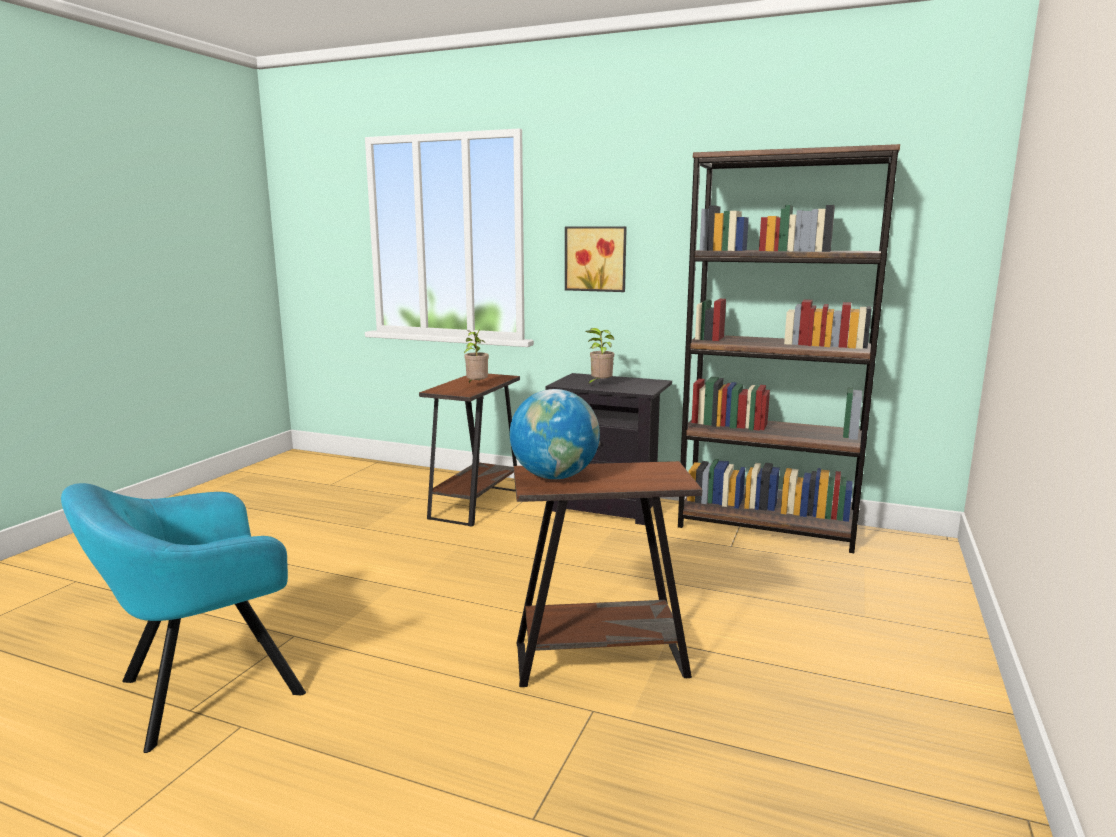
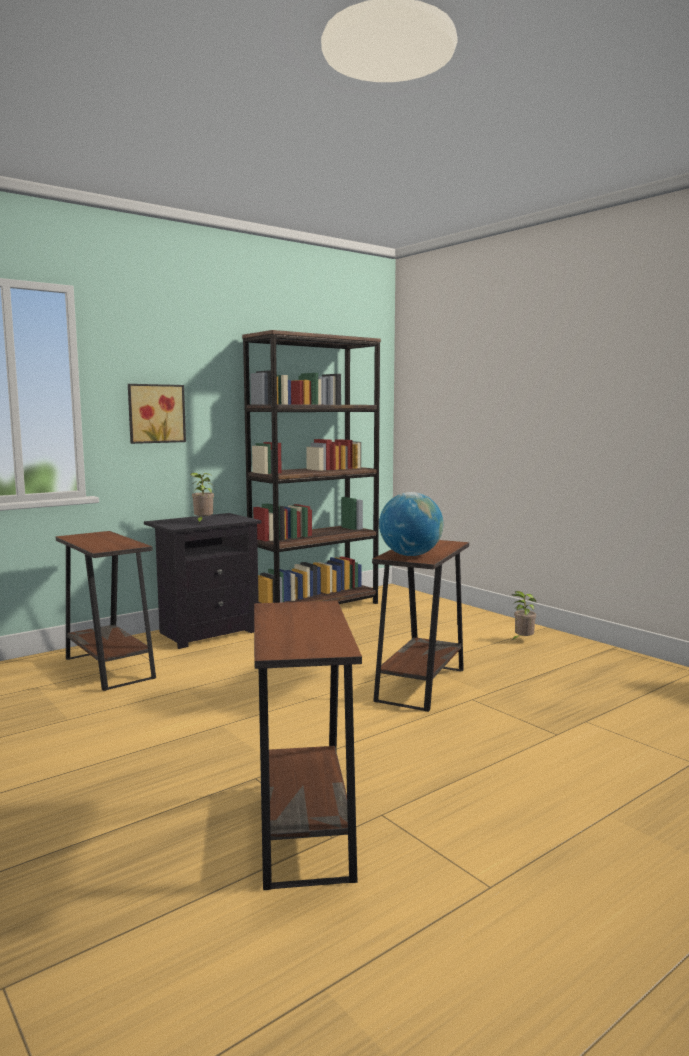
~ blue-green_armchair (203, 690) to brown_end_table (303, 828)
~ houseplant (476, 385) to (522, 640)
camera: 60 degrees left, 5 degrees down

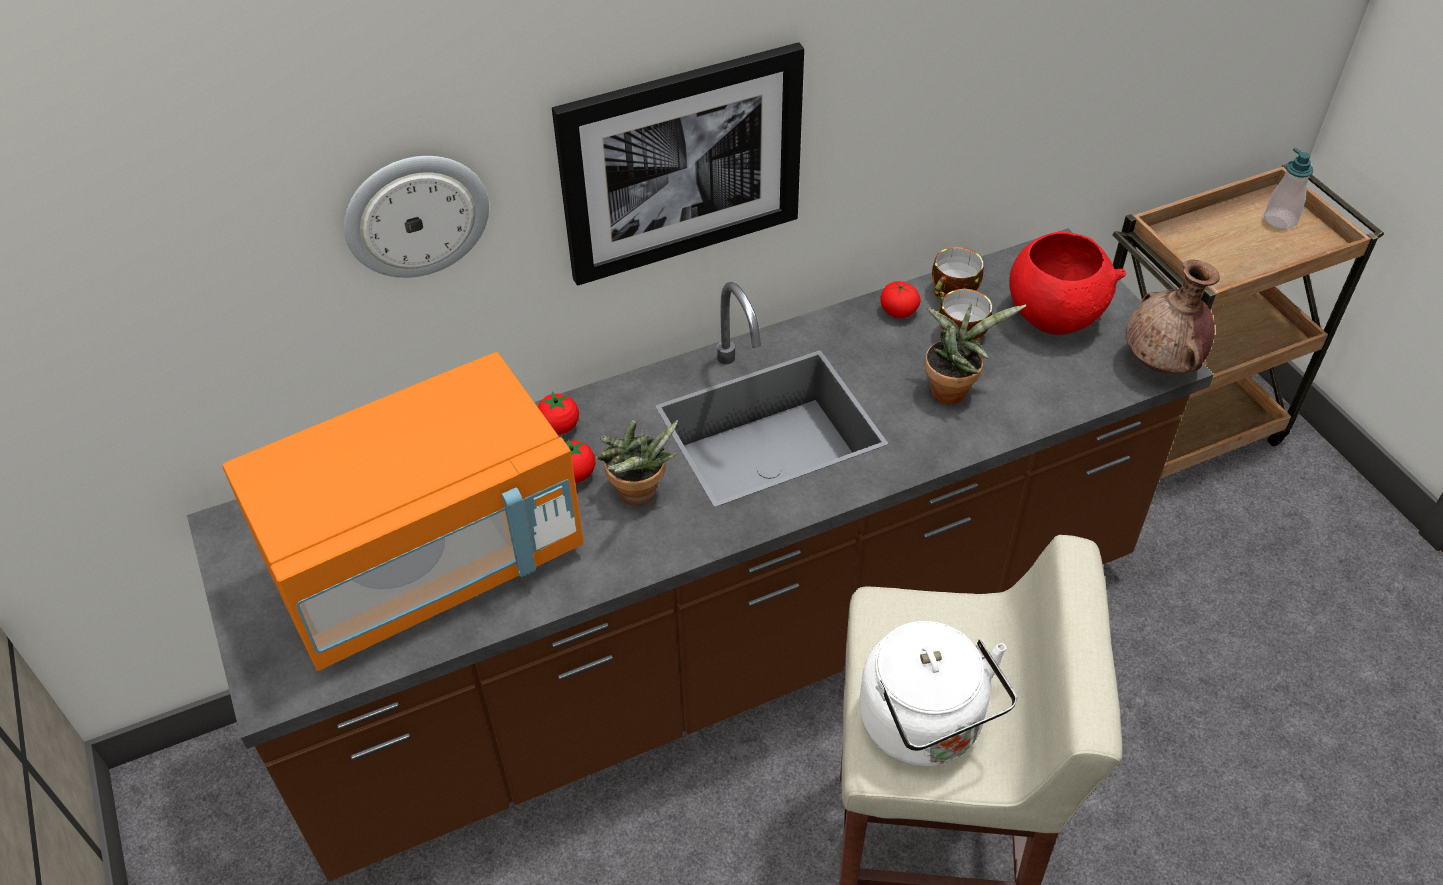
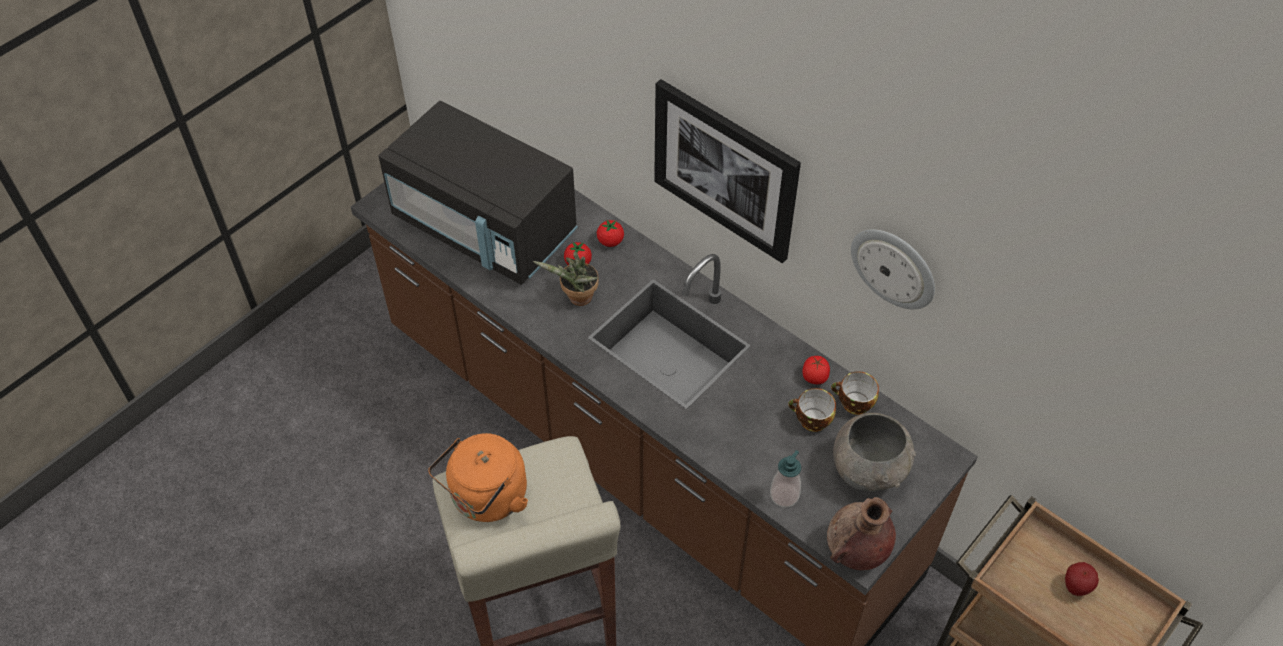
~ orange-coloured_microwave (428, 562) to black-coloured_microwave (485, 227)
~ white-coloured_tea_kettle (925, 728) to orange-coloured_tea_kettle (486, 499)
~ liquid_soap_bottle (1280, 220) to (784, 495)
~ red_bowl (1054, 316) to grey_bowl (868, 471)
~ clock_on_the_wall (416, 215) to (894, 267)
+ apple (1076, 587)
- houseplant (952, 389)
camera: 65 degrees right, 5 degrees up

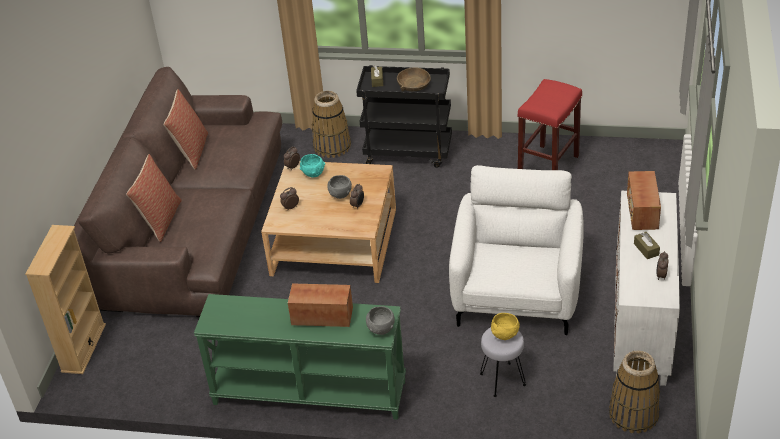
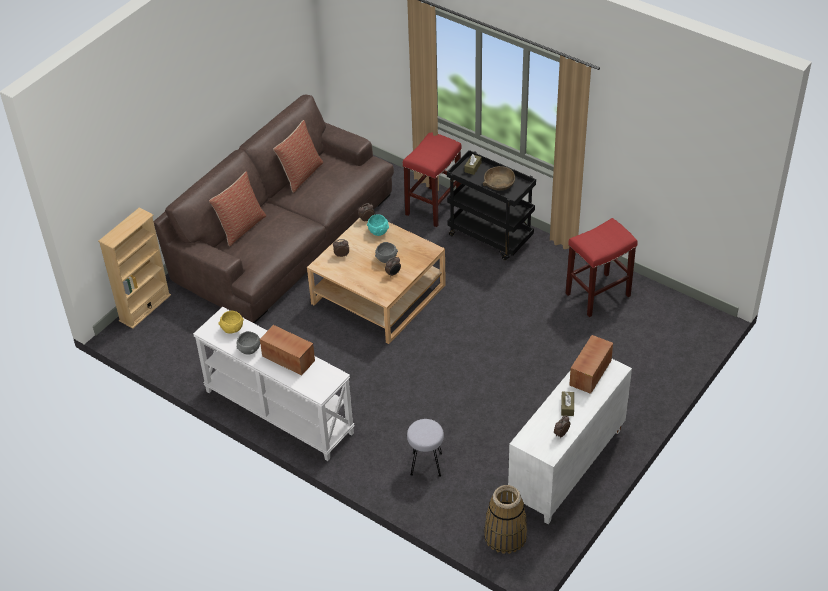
~ green_hall_table (308, 393) to white-coloured_hall_table (278, 412)
~ yellowish_bowl (505, 335) to (232, 329)
~ grey_bowl (381, 329) to (249, 350)
~ storage_basket (332, 146) to red_stool_seat (433, 207)
- white-coloured_armchair (517, 294)
camera: 25 degrees right, 5 degrees up

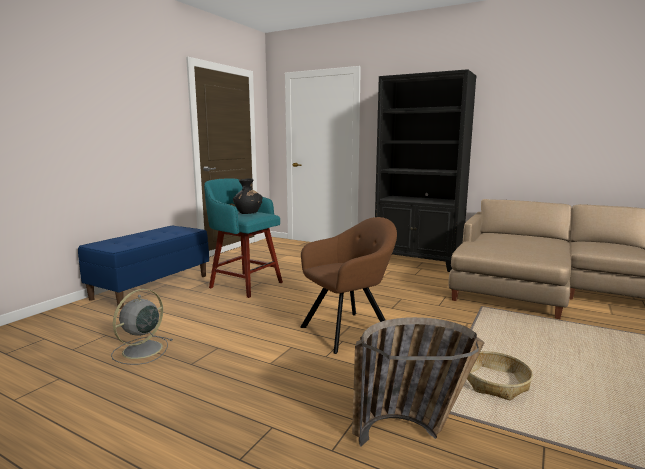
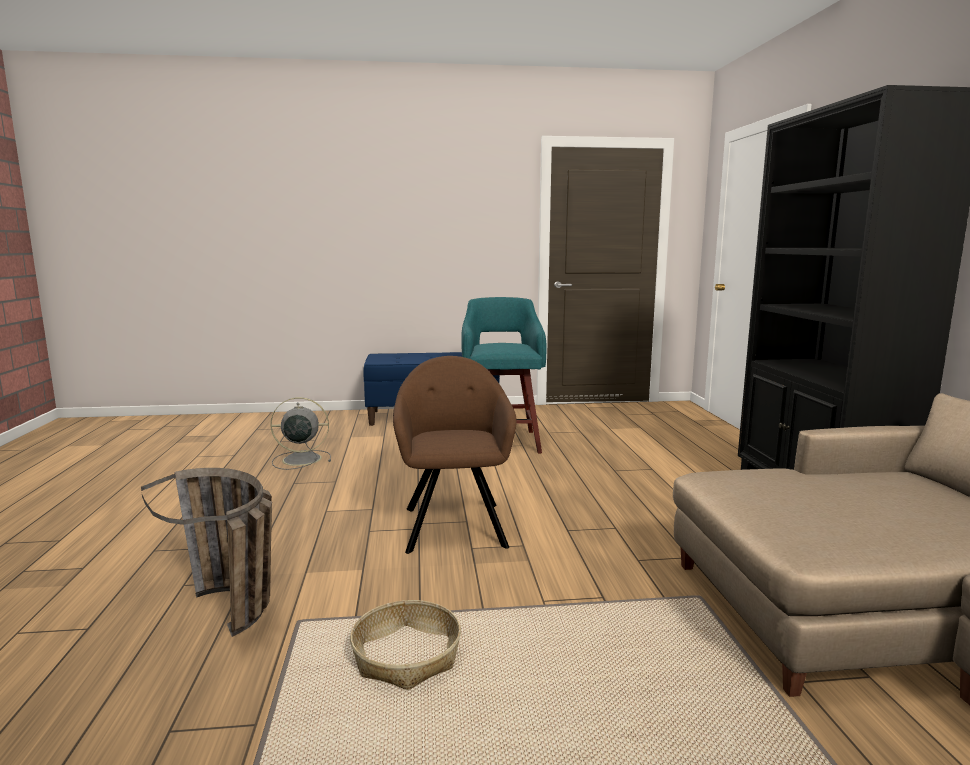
~ brown_armchair (349, 330) = (454, 524) 120 degrees counterclockwise
- black-coloured_flower_vase (248, 213)
camera: 55 degrees right, 0 degrees up

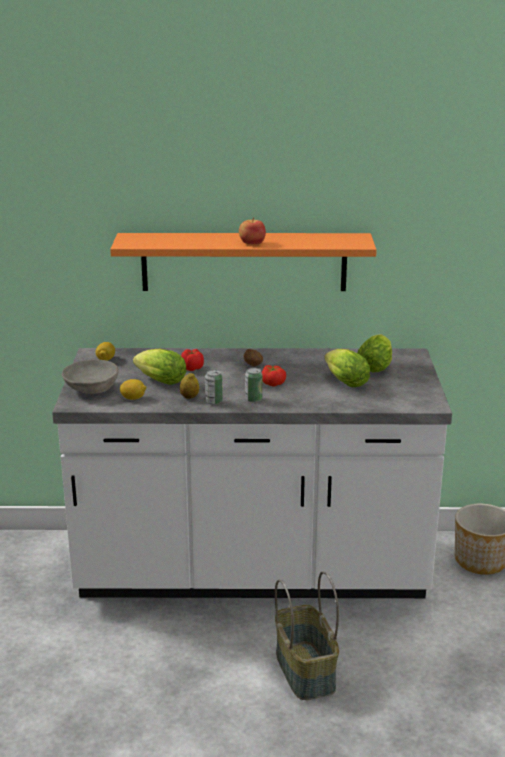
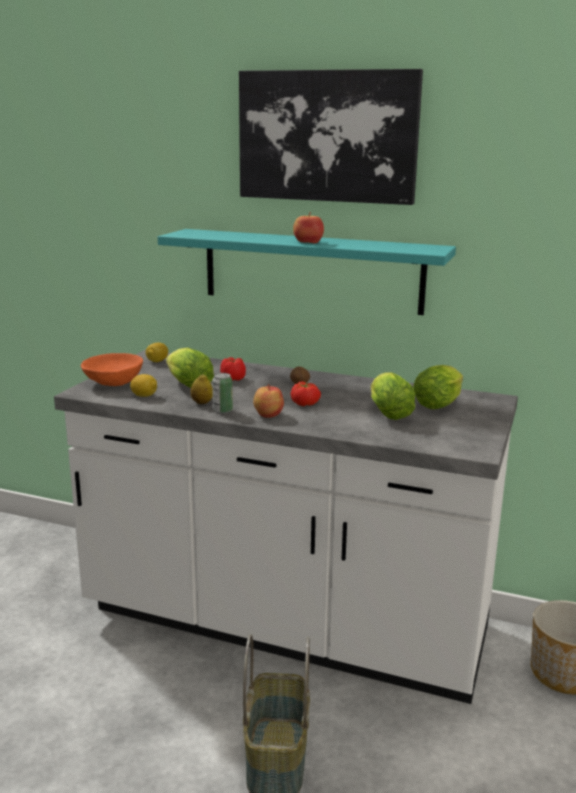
~ grey_bowl (92, 389) to orange-coloured_bowl (114, 383)
~ orange-coloured_shelf (244, 262) to blue-green_shelf (311, 271)
+ picture (327, 136)
~ sealed_can (253, 399) to apple (268, 415)
camera: 20 degrees right, 5 degrees down

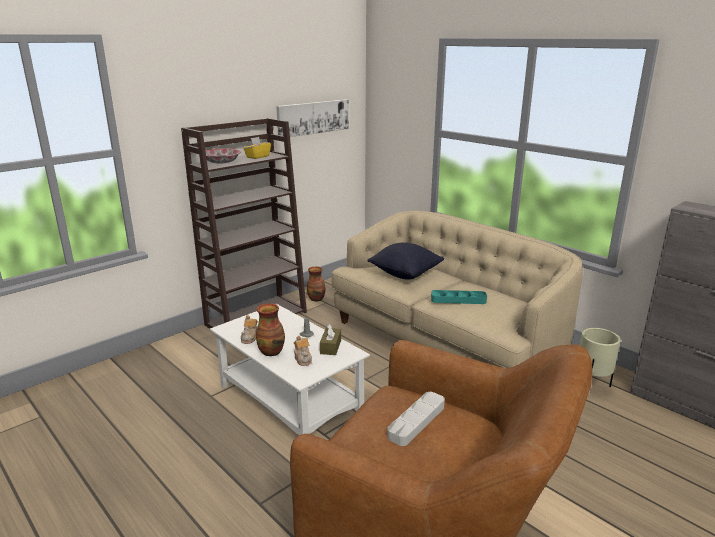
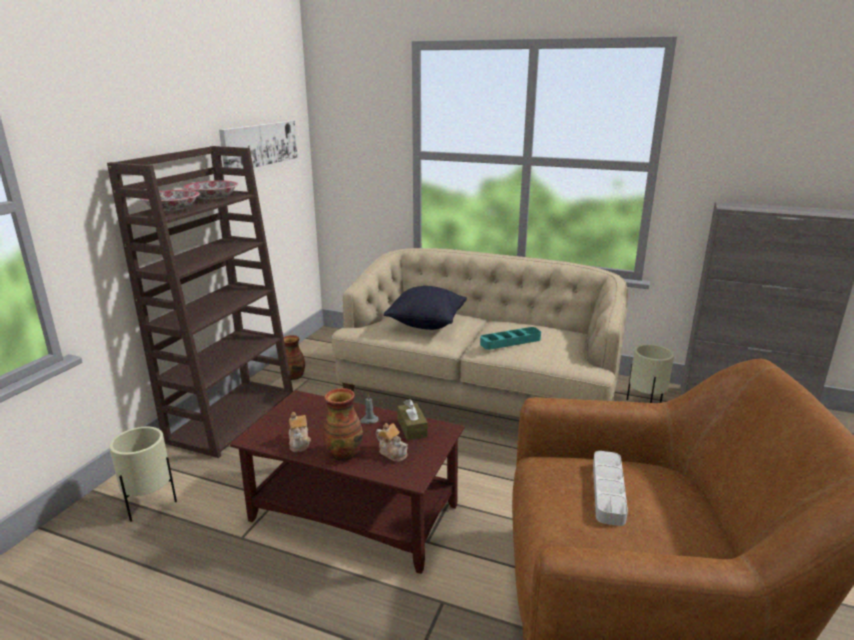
+ beige_planter (150, 505)
~ yellowish_tissue_holder (257, 157) to bowl (213, 199)
~ white-coloured_low_table (291, 401) to brown_low_table (356, 513)
camera: 25 degrees left, 0 degrees up

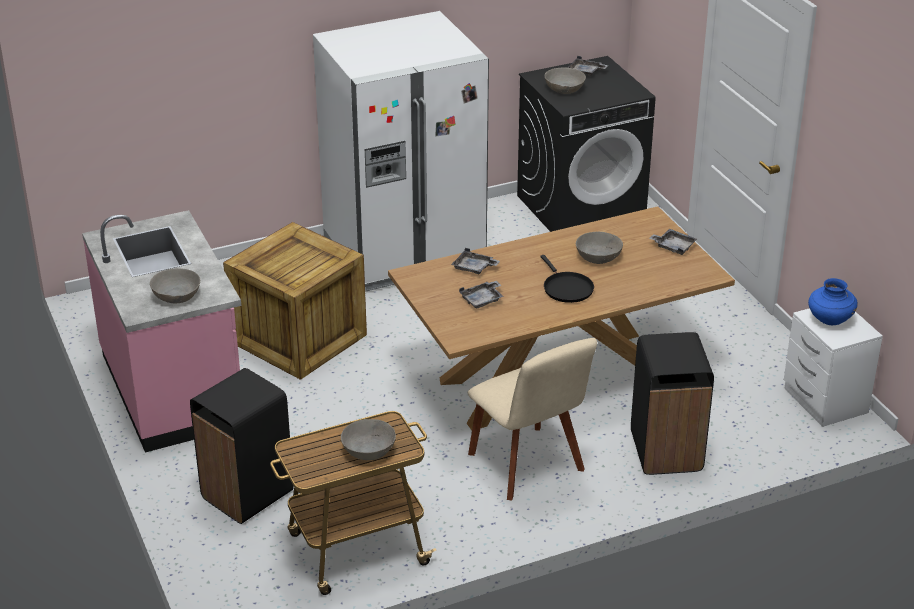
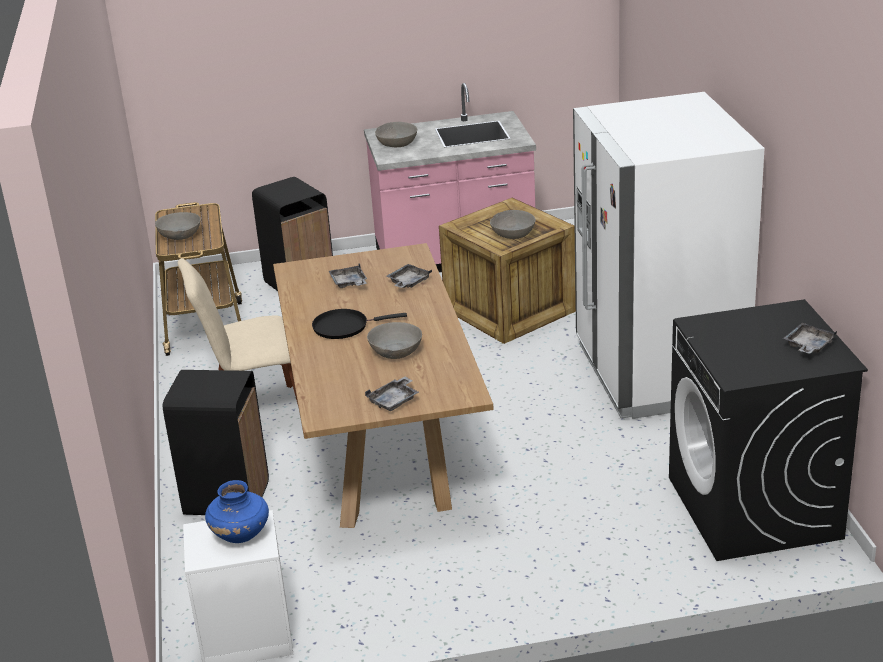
~ grey_bowl (564, 89) to (513, 234)
camera: 105 degrees right, 5 degrees down

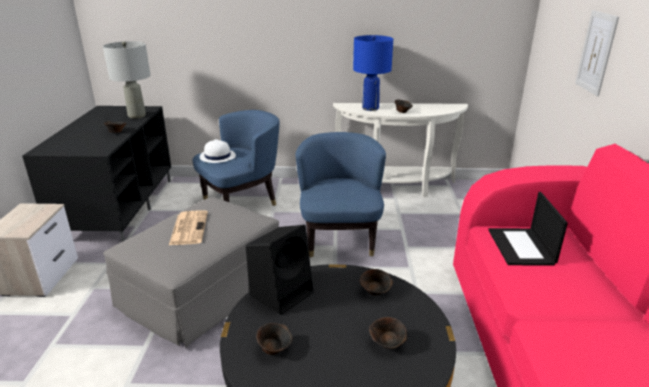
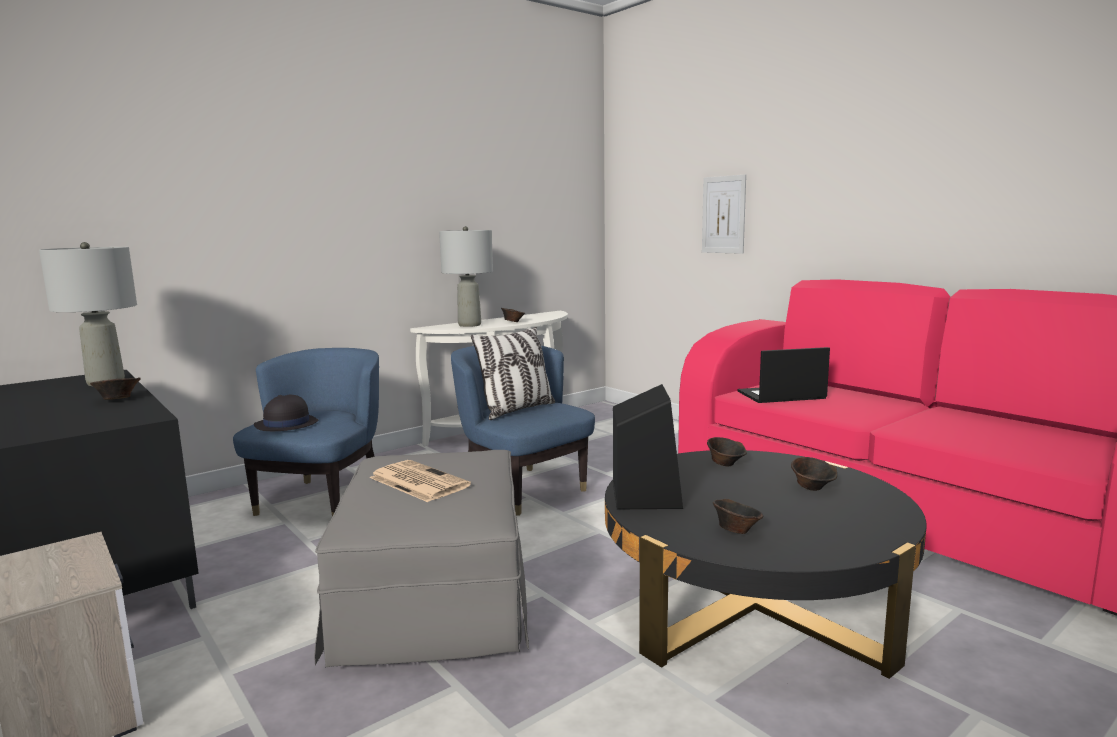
~ white-coloured_clothing_hat (217, 157) to black-coloured_clothing_hat (286, 424)
~ blue-coloured_table_lamp (370, 108) to grey_table_lamp (469, 325)
+ throw_pillow (516, 410)
~ notebook_computer (521, 247) = (780, 395) 120 degrees clockwise
camera: 40 degrees left, 15 degrees down

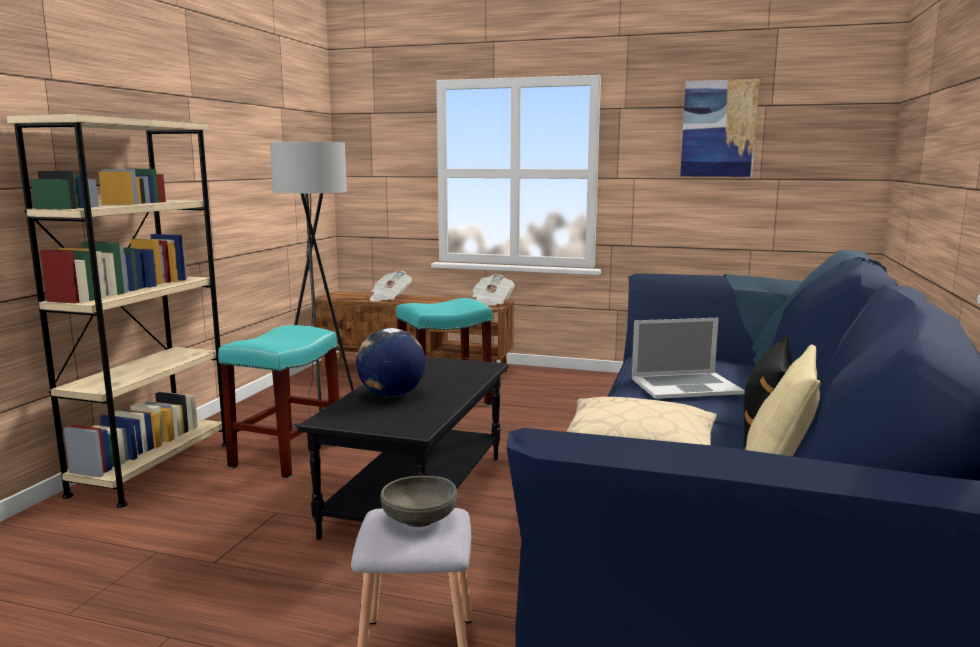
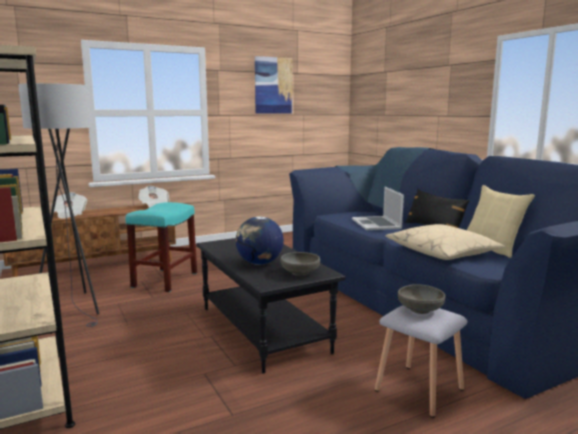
+ grey_bowl (300, 273)
~ notebook_computer (685, 386) = (376, 223) 135 degrees clockwise
- blue-green_stool_seat (287, 454)
camera: 45 degrees left, 0 degrees up

